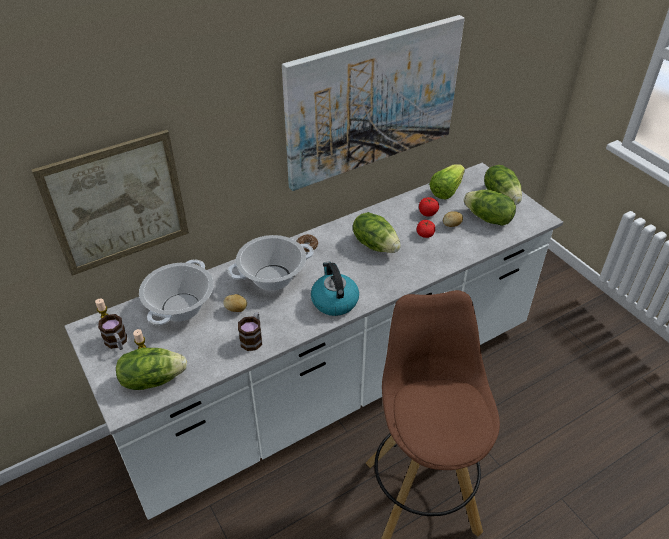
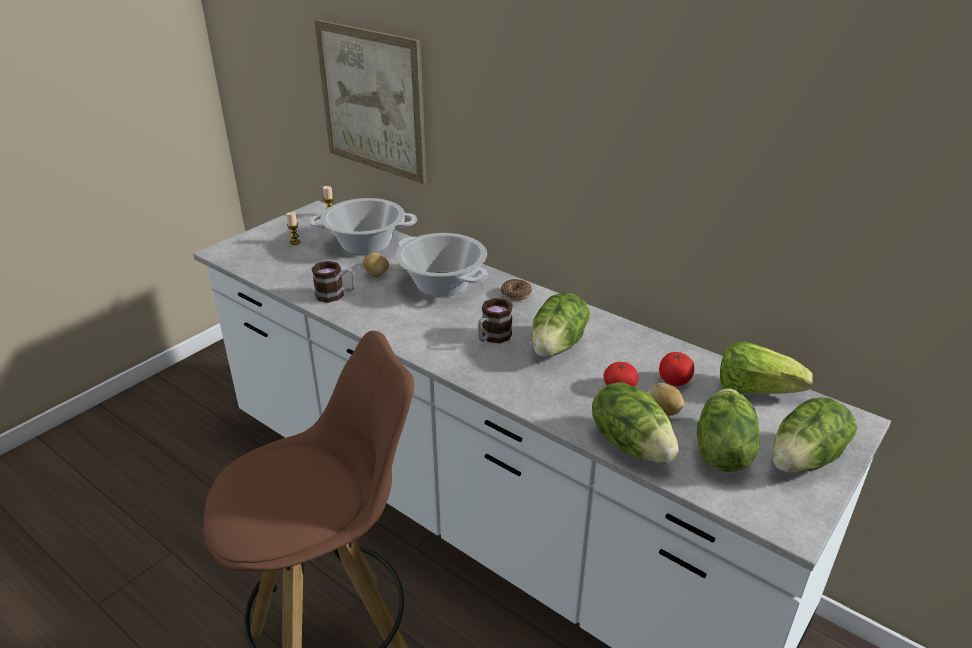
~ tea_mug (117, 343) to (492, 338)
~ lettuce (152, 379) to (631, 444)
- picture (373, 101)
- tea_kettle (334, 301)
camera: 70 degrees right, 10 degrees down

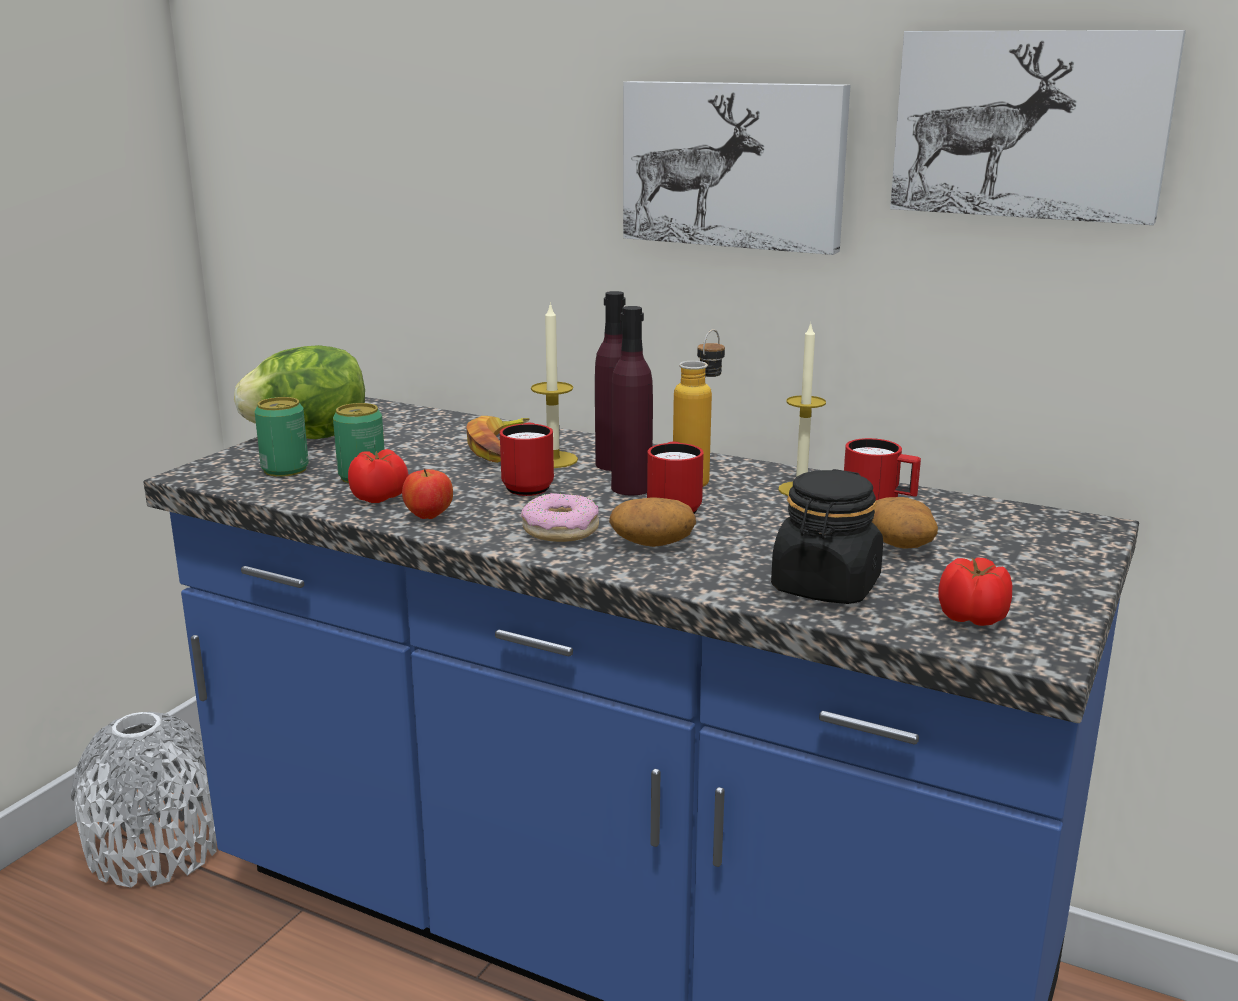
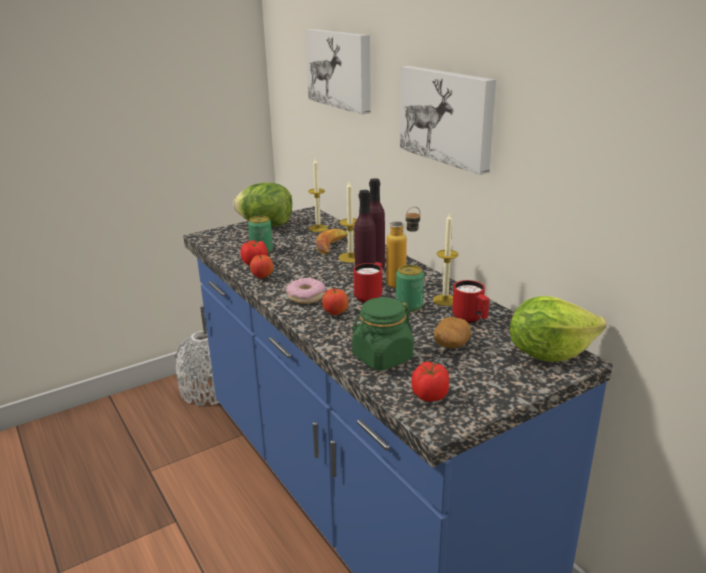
~ picture (1030, 124) to (341, 69)
+ candle (318, 228)
~ potato (652, 543) to apple (335, 313)
~ black-coloured_storage_jar (825, 587) to green_storage_jar (382, 357)
~ sealed_can (285, 469) to (409, 306)
+ lettuce (548, 353)
- red_tea_mug (528, 485)
camera: 30 degrees right, 5 degrees up

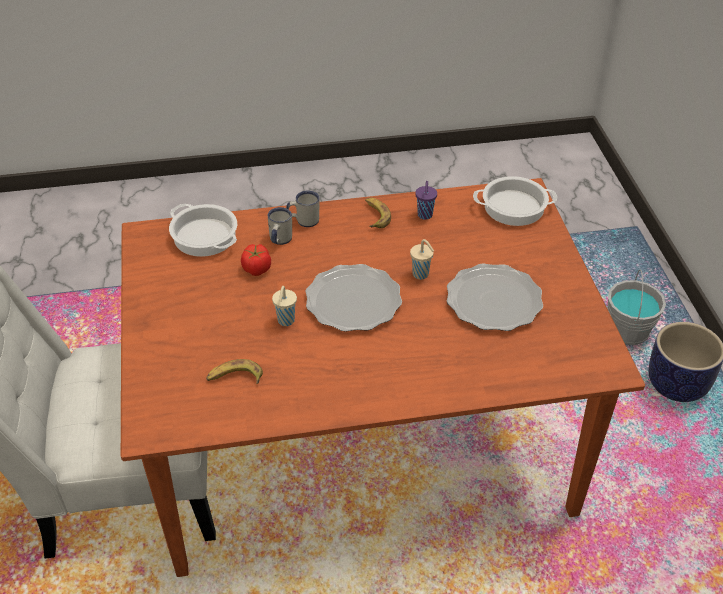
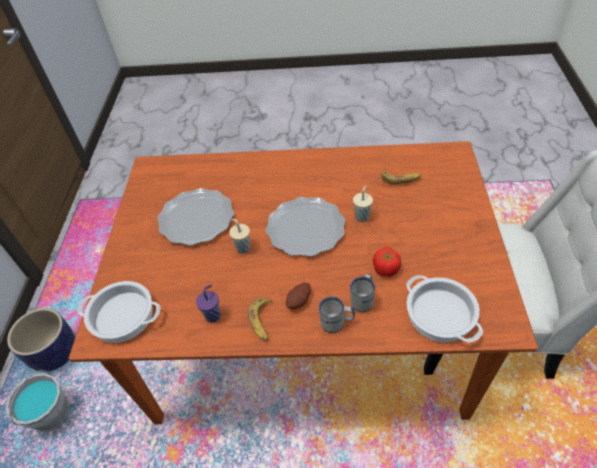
+ potato (299, 301)
camera: 165 degrees left, 5 degrees up

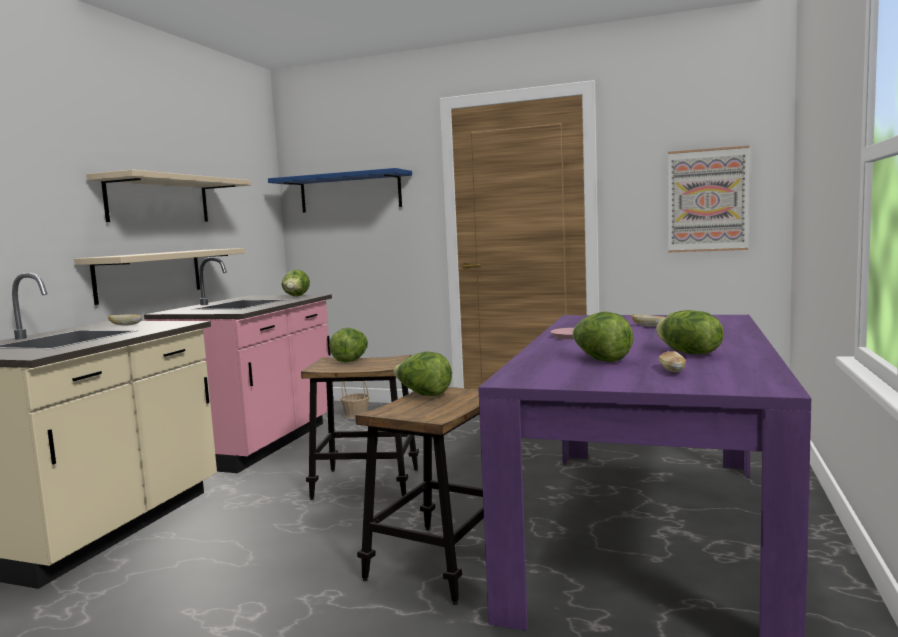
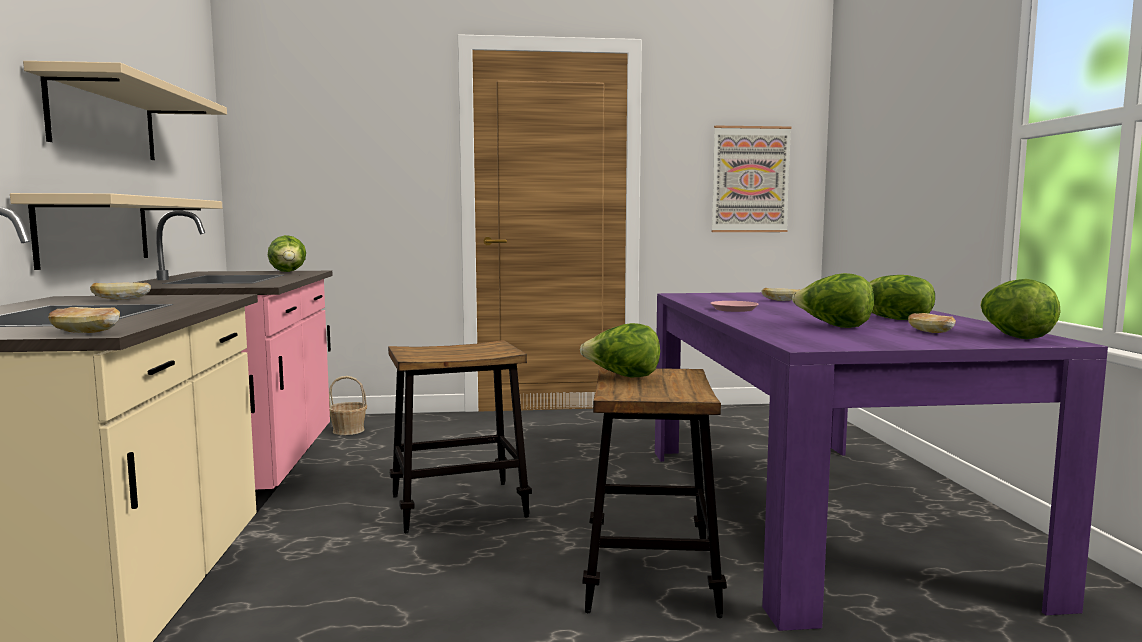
+ bread (85, 333)
~ lettuce (351, 360) to (1013, 337)
- blue-coloured_shelf (350, 192)
camera: 25 degrees left, 0 degrees up

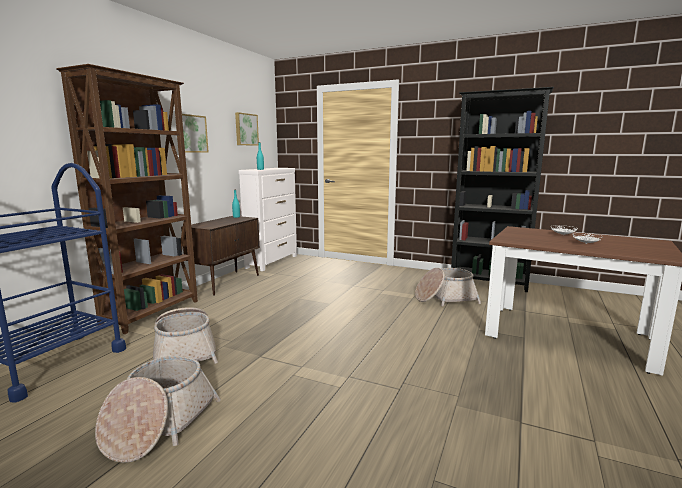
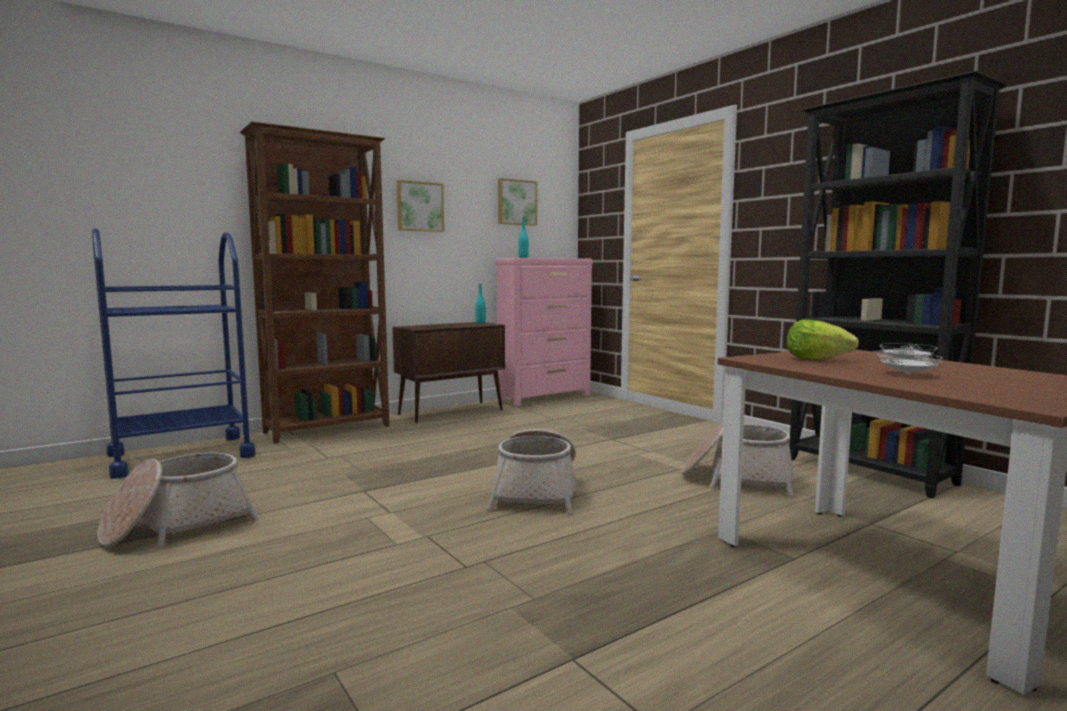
~ storage_basket (185, 351) to (536, 492)
~ white-coloured_drawer_chest (272, 261) to pink-coloured_drawer_chest (545, 397)
+ lettuce (816, 359)
camera: 30 degrees right, 5 degrees down

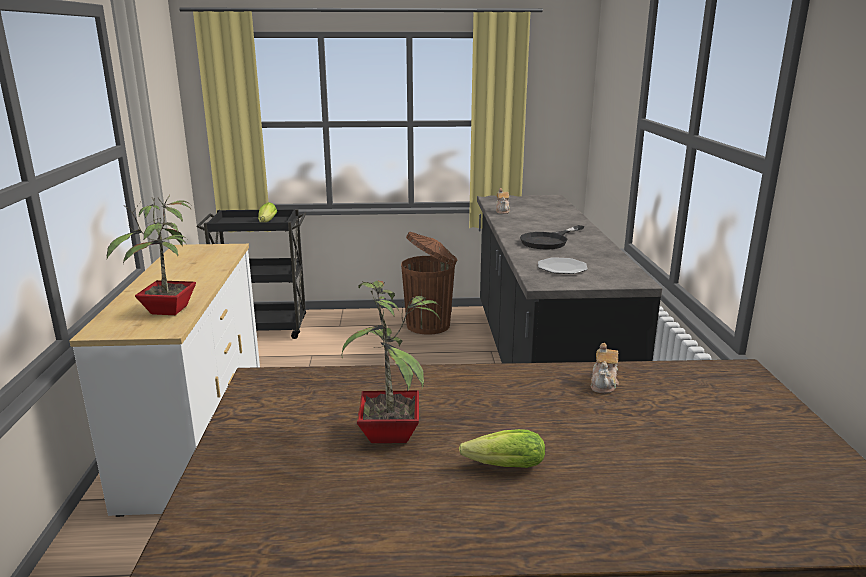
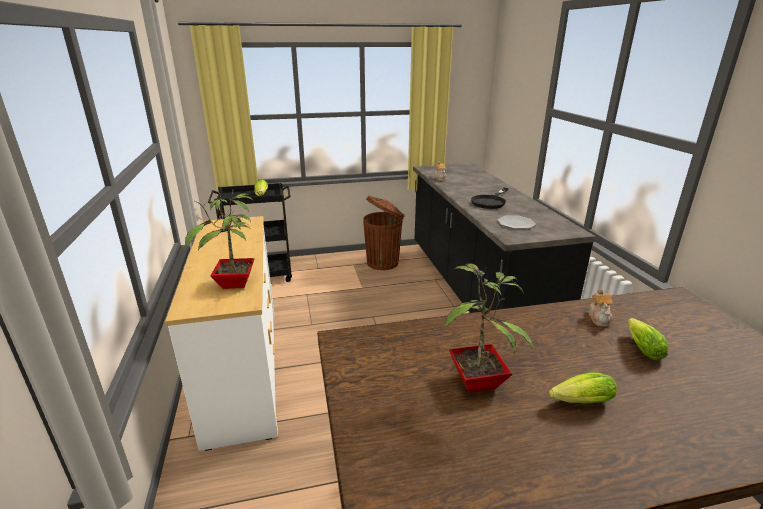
+ lettuce (641, 347)
camera: 10 degrees left, 5 degrees up

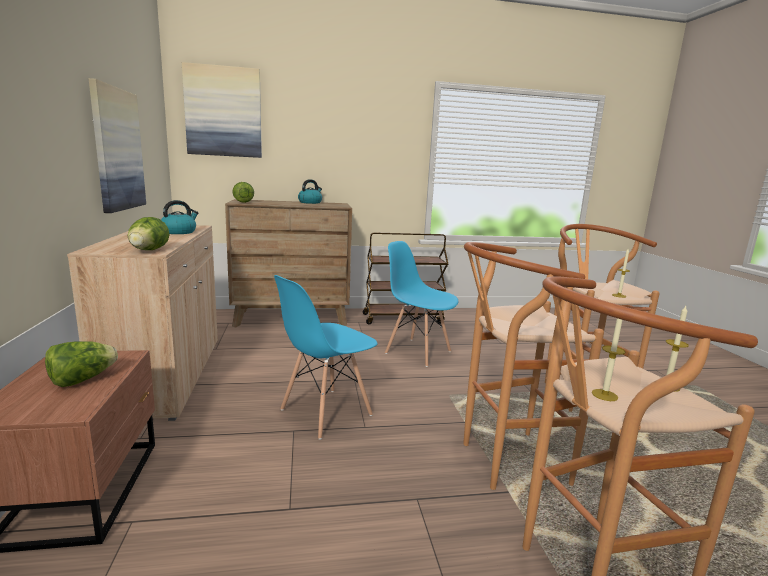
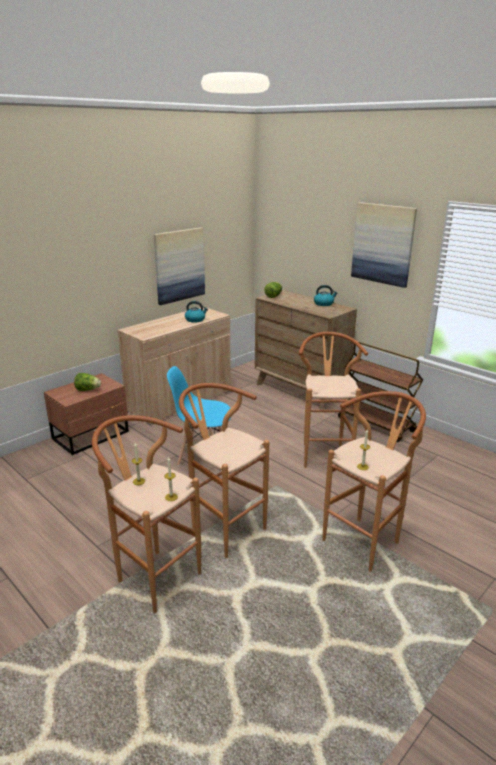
~ blue-coloured_chair (418, 352) to brown_stool_seat (324, 452)
~ picture (223, 112) to (383, 244)
- lettuce (148, 251)
camera: 55 degrees right, 10 degrees up

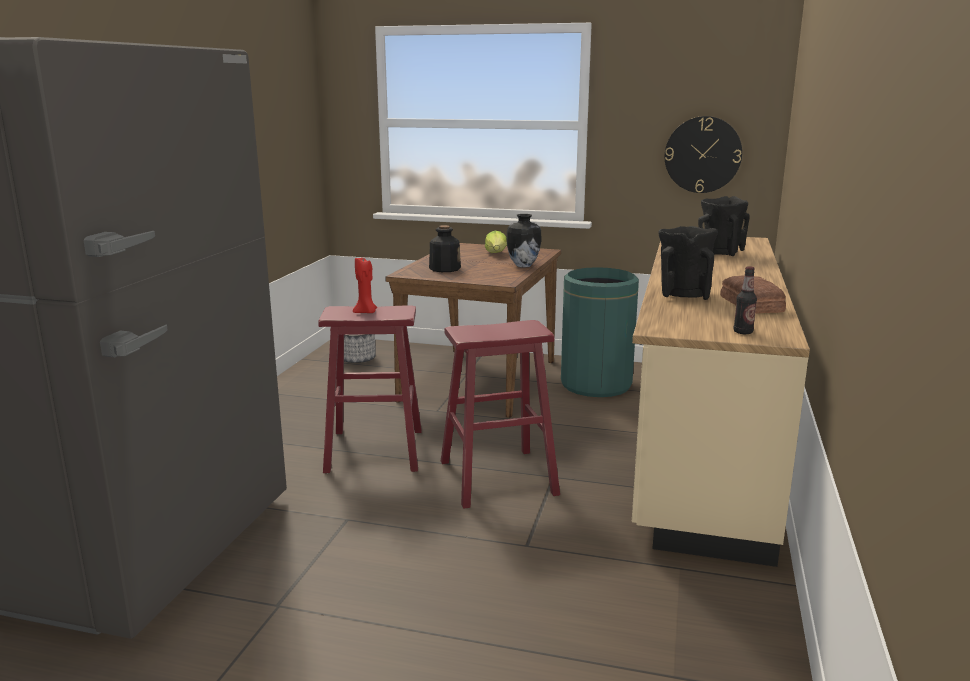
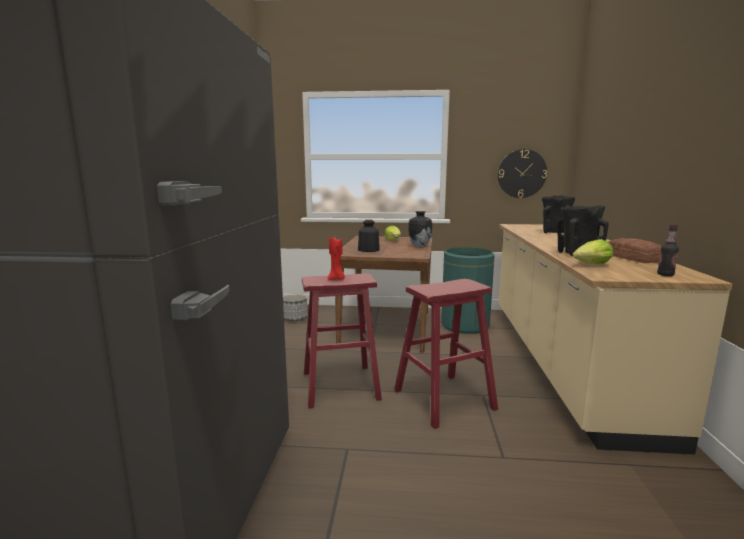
+ lettuce (592, 265)
camera: 10 degrees left, 5 degrees down

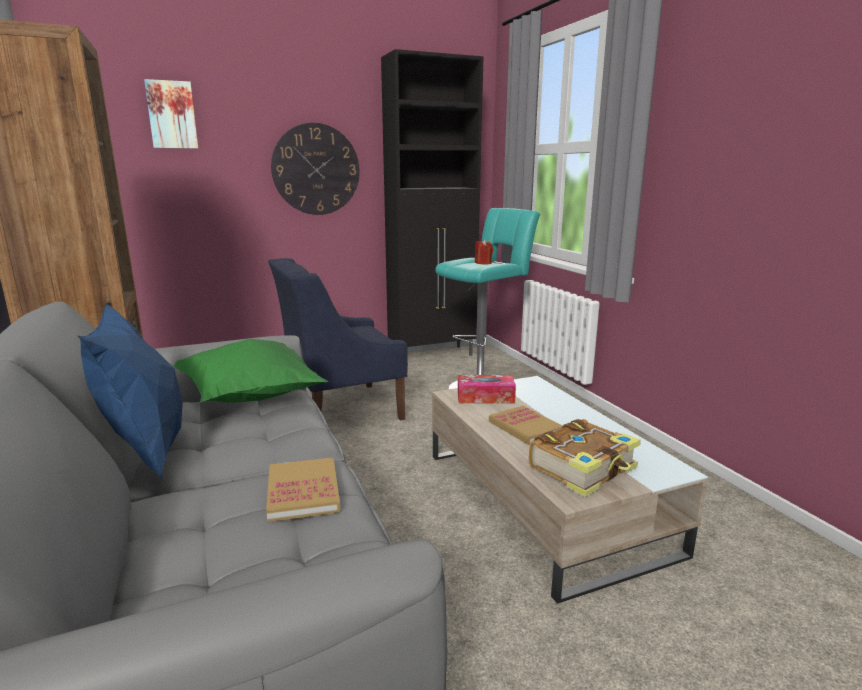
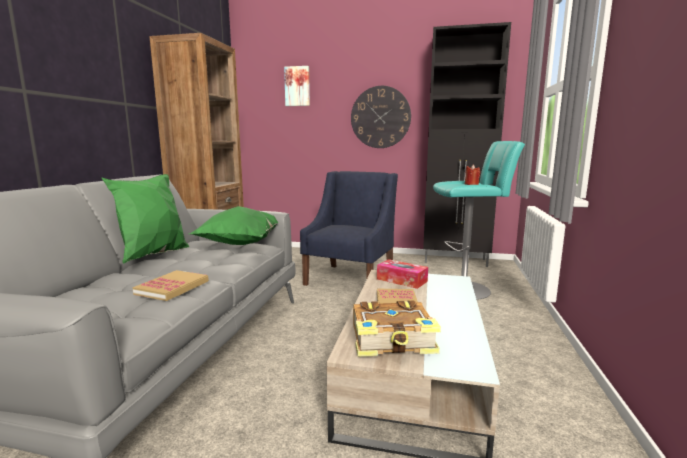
~ blue-coloured_throw_pillow (147, 452) to green_throw_pillow (154, 255)
~ blue-coloured_armchair (341, 409) = (350, 279) 105 degrees clockwise
camera: 35 degrees right, 5 degrees down

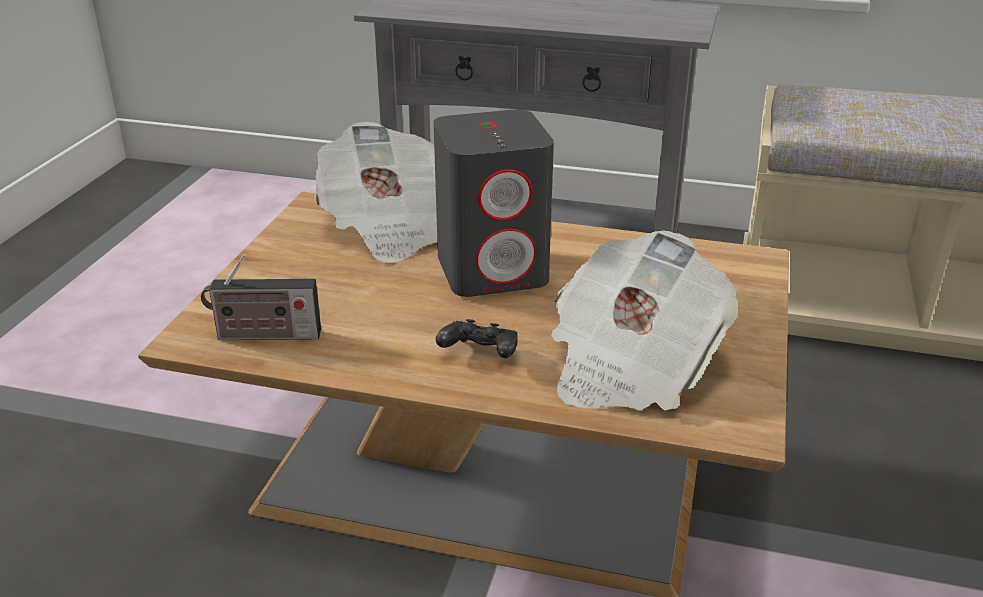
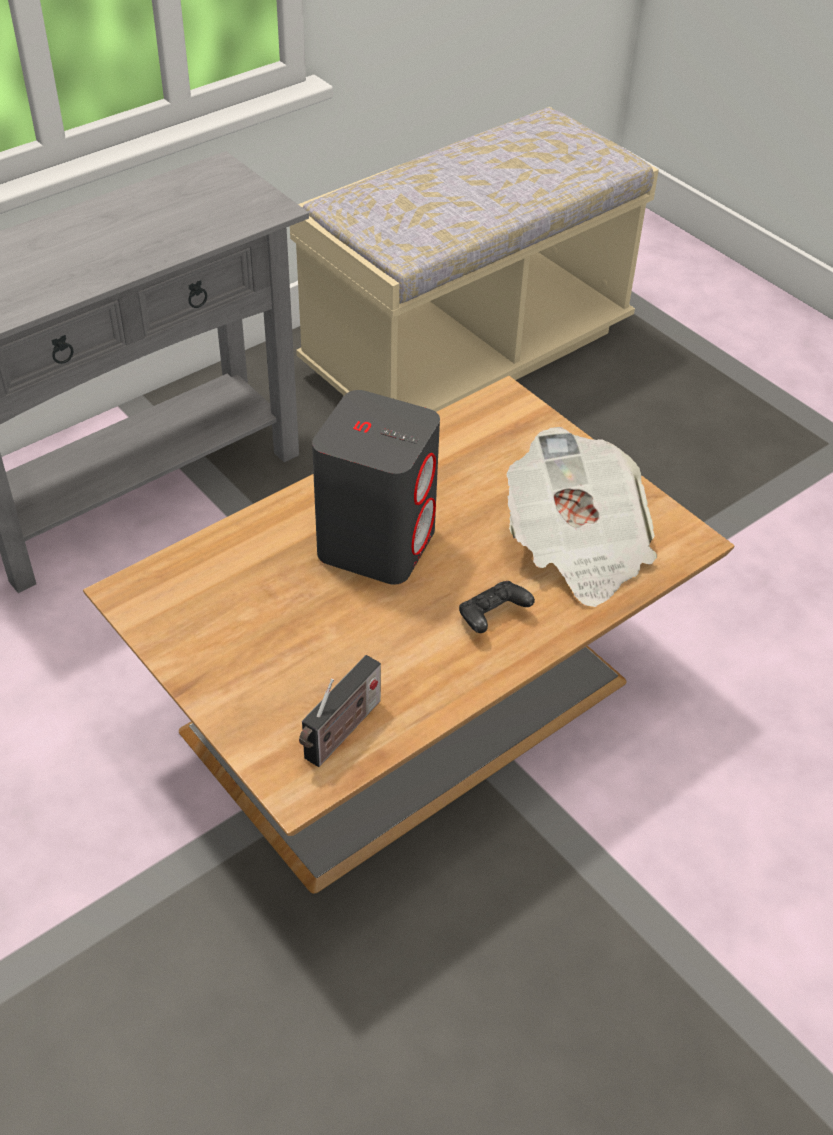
- daily_paper (389, 227)
camera: 55 degrees left, 15 degrees up

